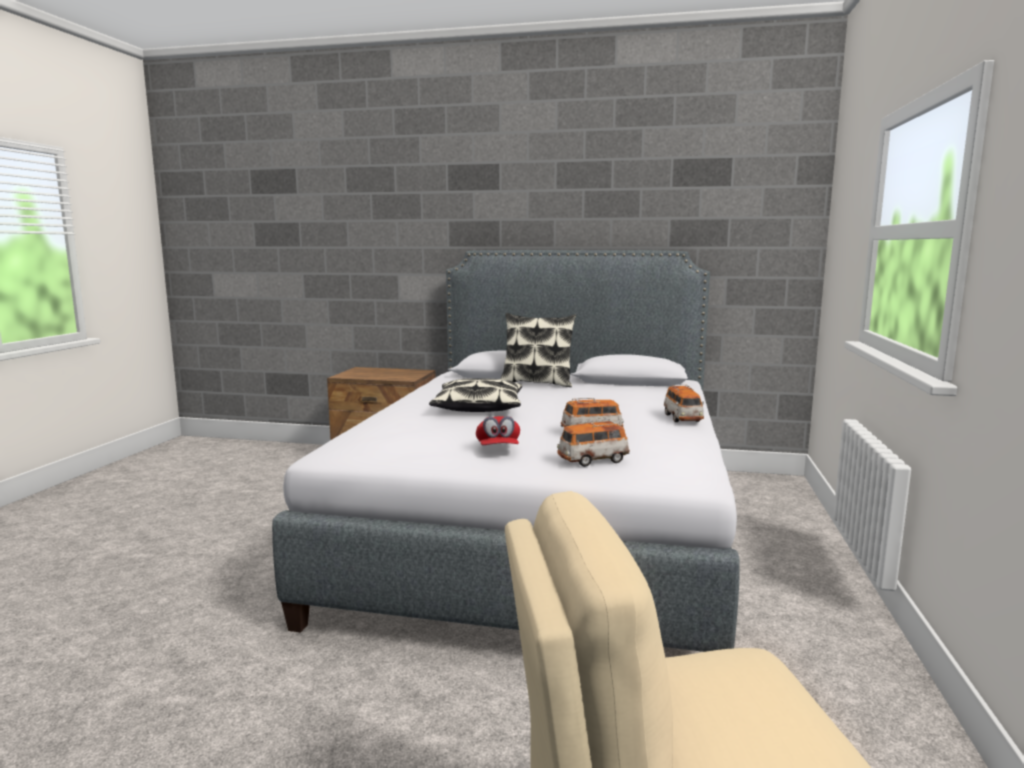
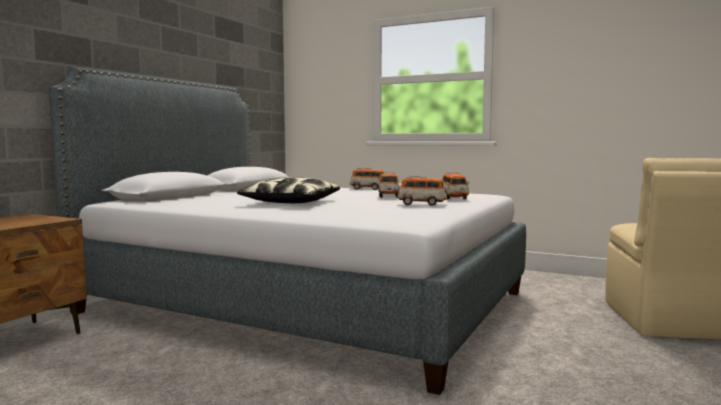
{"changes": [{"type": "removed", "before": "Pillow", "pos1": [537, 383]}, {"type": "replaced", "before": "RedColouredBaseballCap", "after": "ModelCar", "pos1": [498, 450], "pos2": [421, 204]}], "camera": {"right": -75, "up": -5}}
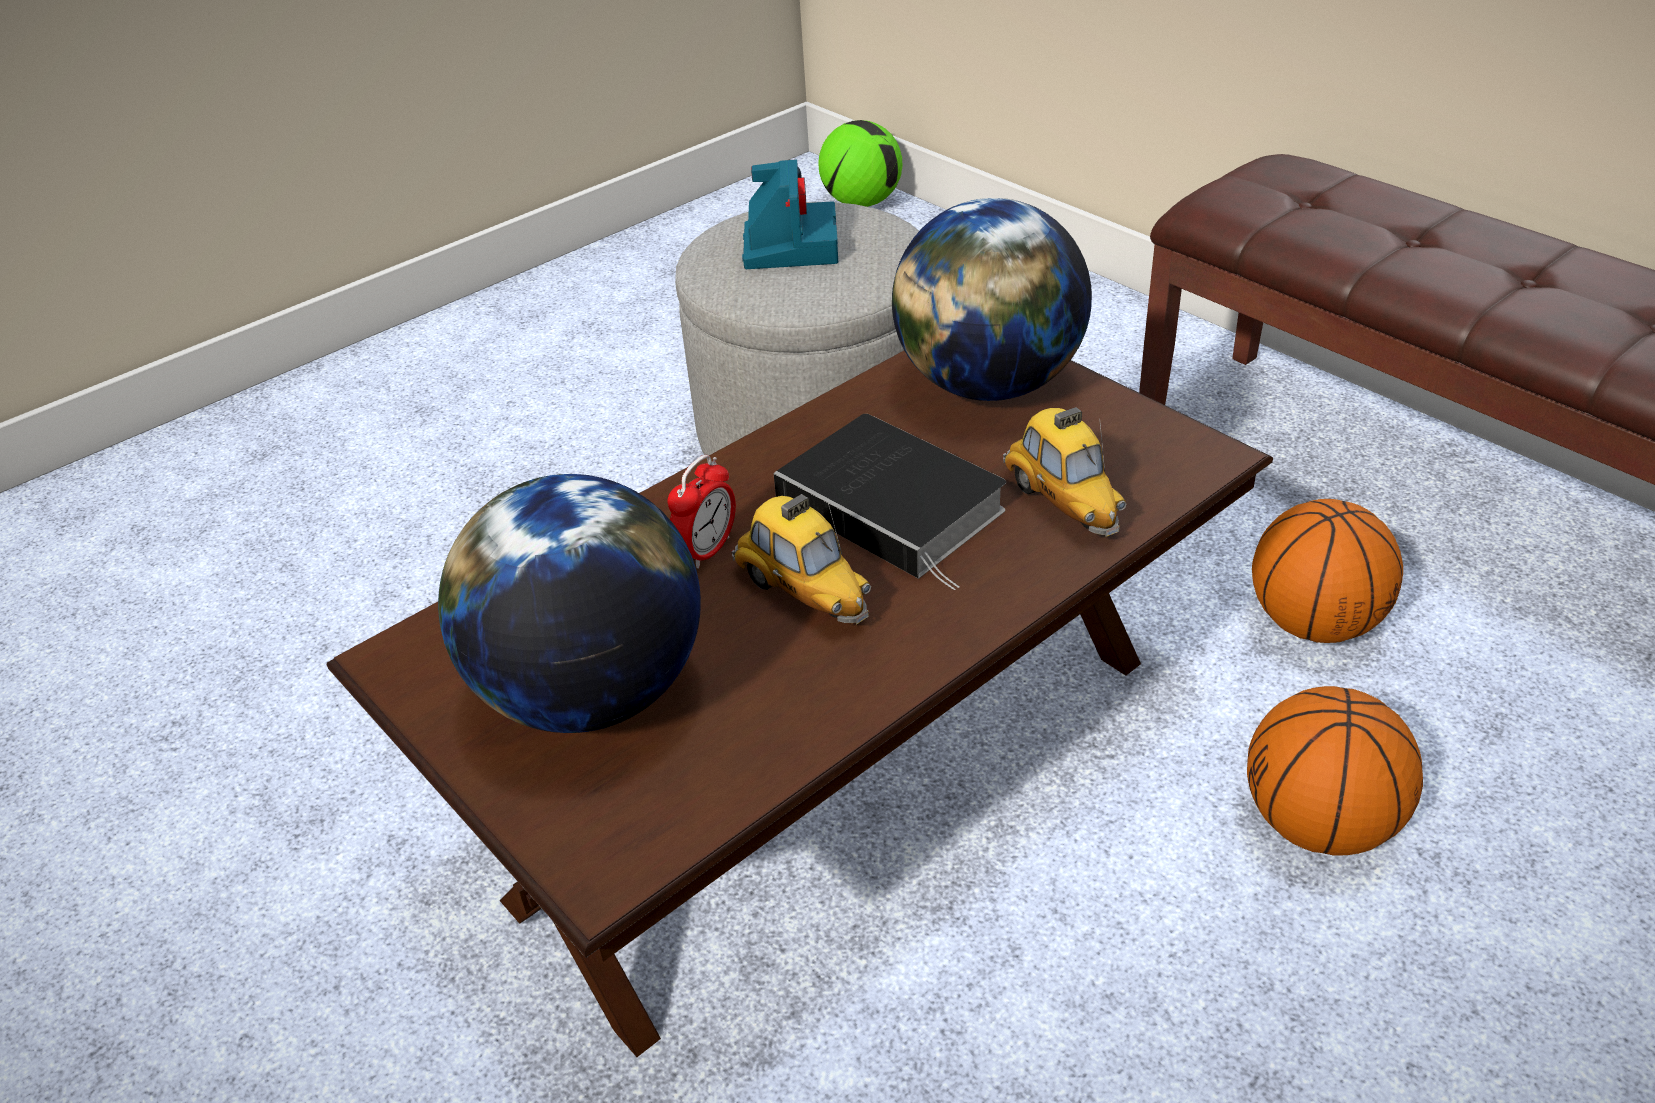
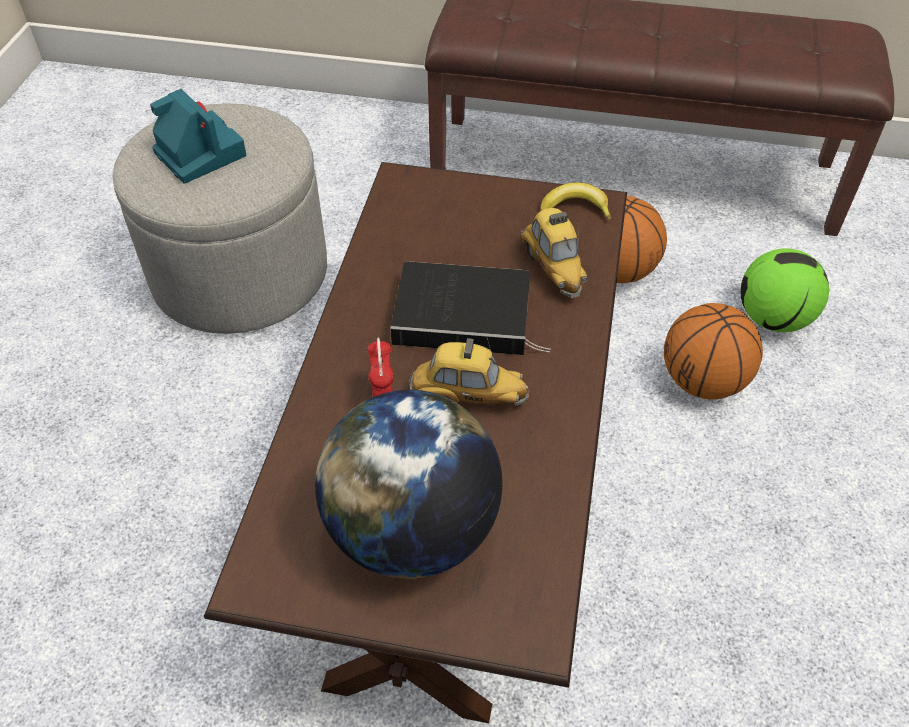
{"changes": [{"type": "moved", "before": "BallForFootball", "pos1": [862, 203], "pos2": [773, 319]}, {"type": "removed", "before": "DeskGlobe", "pos1": [988, 385]}, {"type": "turned", "before": "ModelCar", "pos1": [1063, 502], "pos2": [553, 268], "turn": 45}, {"type": "added", "after": "BananaFruit", "pos2": [575, 208]}], "camera": {"right": -40, "up": 10}}
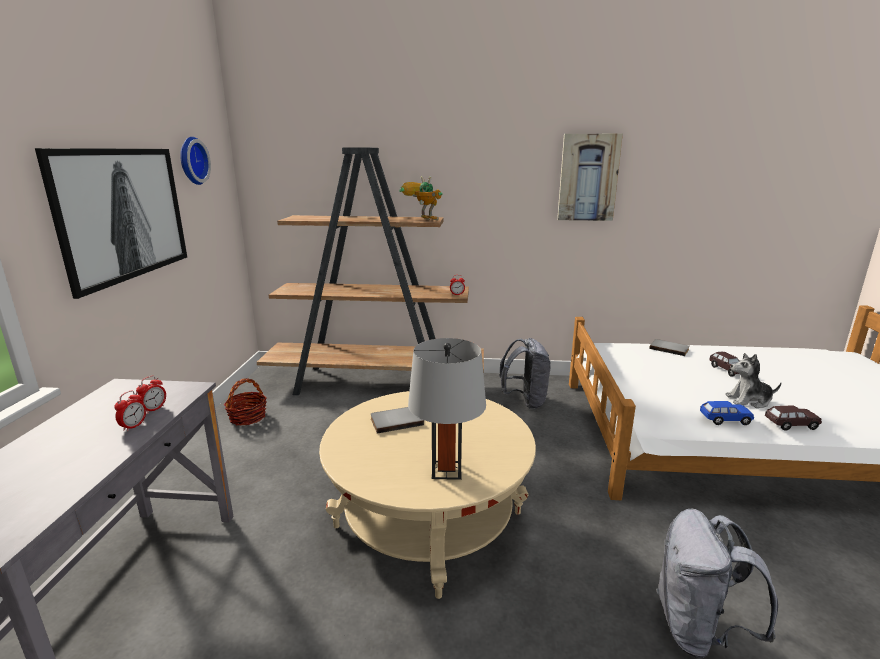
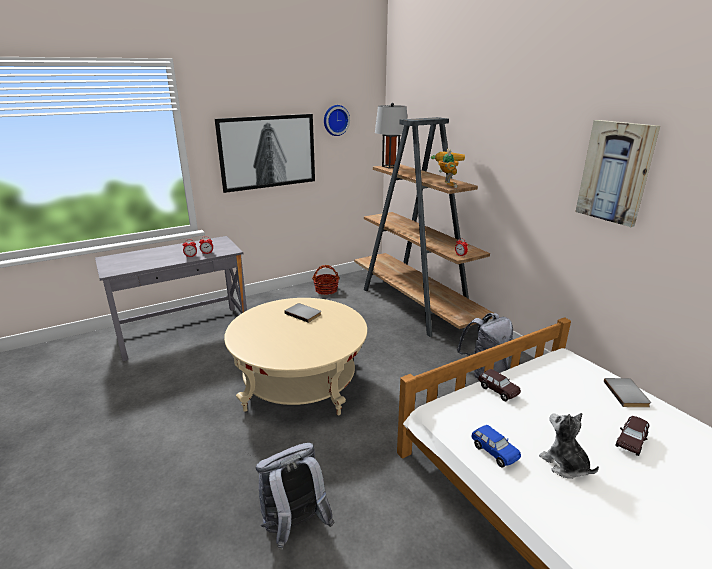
{"changes": [{"type": "moved", "before": "GreyishTabletopLamp", "pos1": [446, 470], "pos2": [390, 166]}, {"type": "moved", "before": "BrownishModelCar", "pos1": [790, 424], "pos2": [498, 390]}], "camera": {"right": 55, "up": 5}}
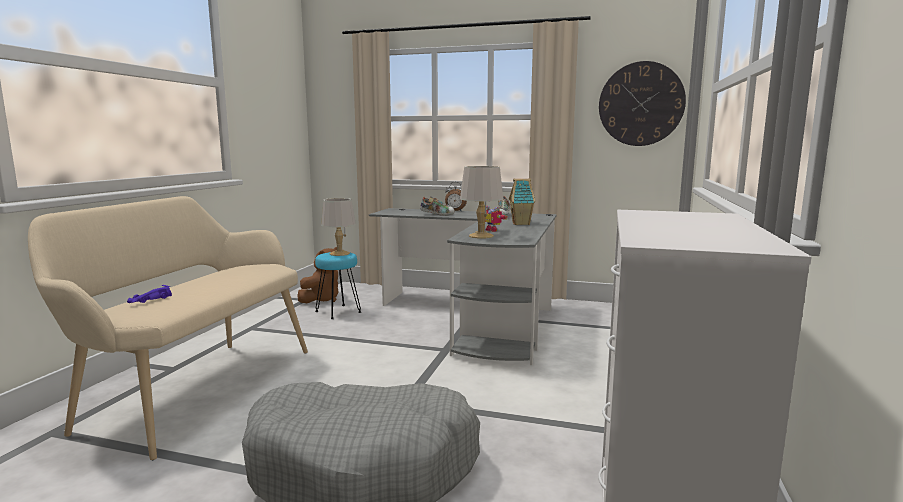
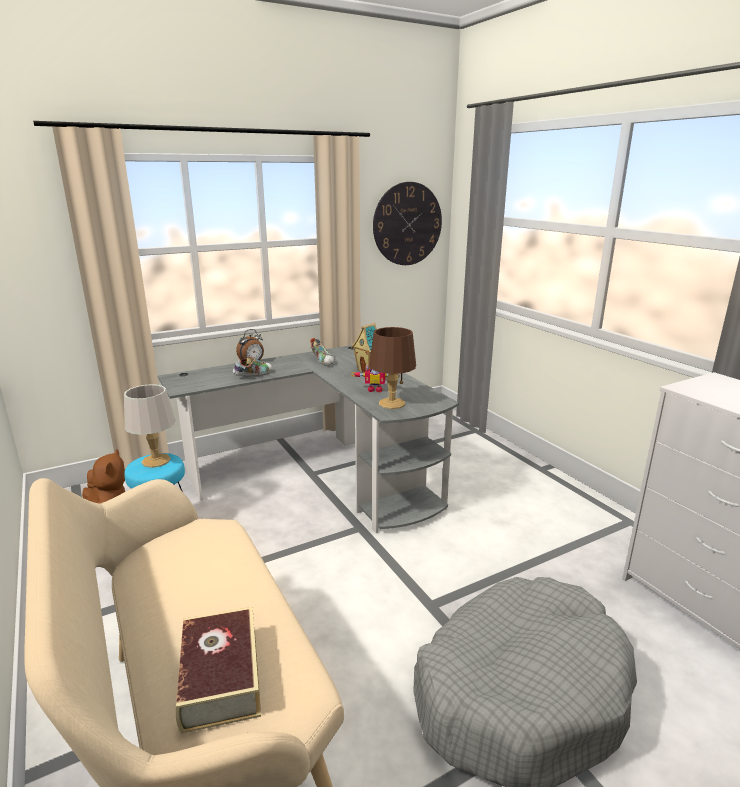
{"changes": [{"type": "recoloured", "before": "GreyishTabletopLamp", "after": "BrownishTabletopLamp", "pos1": [481, 236], "pos2": [391, 403]}, {"type": "replaced", "before": "PurpleColouredModelCar", "after": "Volume", "pos1": [149, 300], "pos2": [220, 677]}], "camera": {"right": -45, "up": 10}}
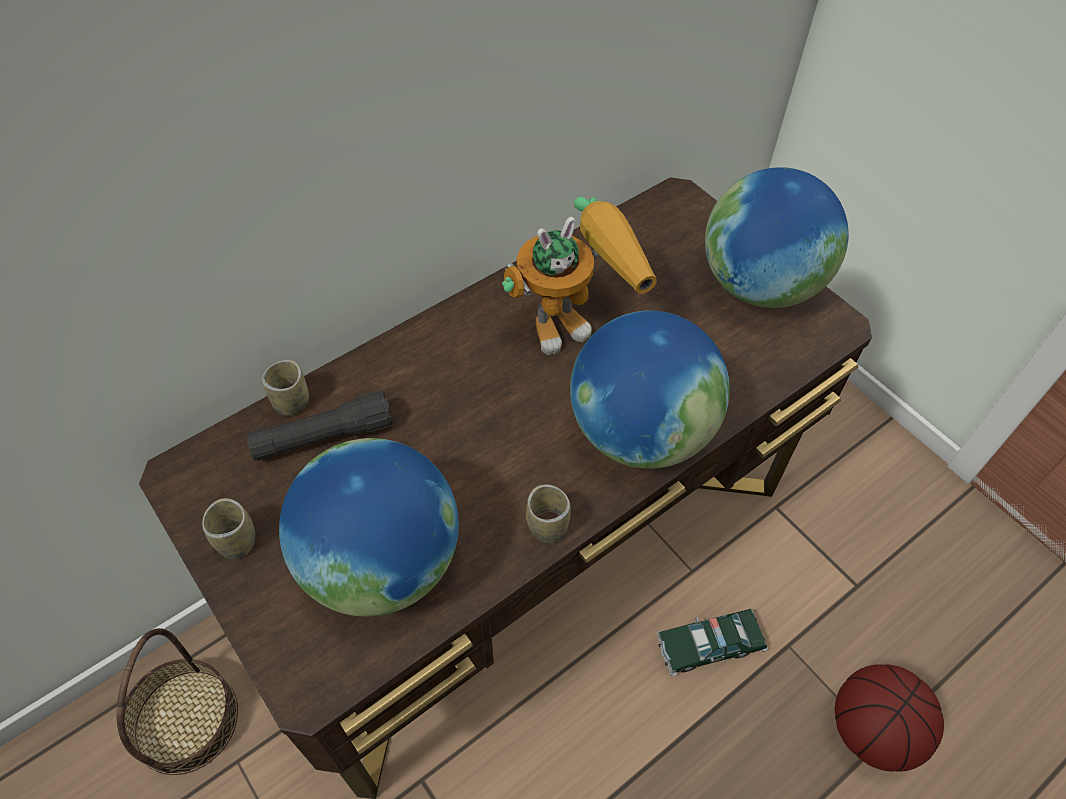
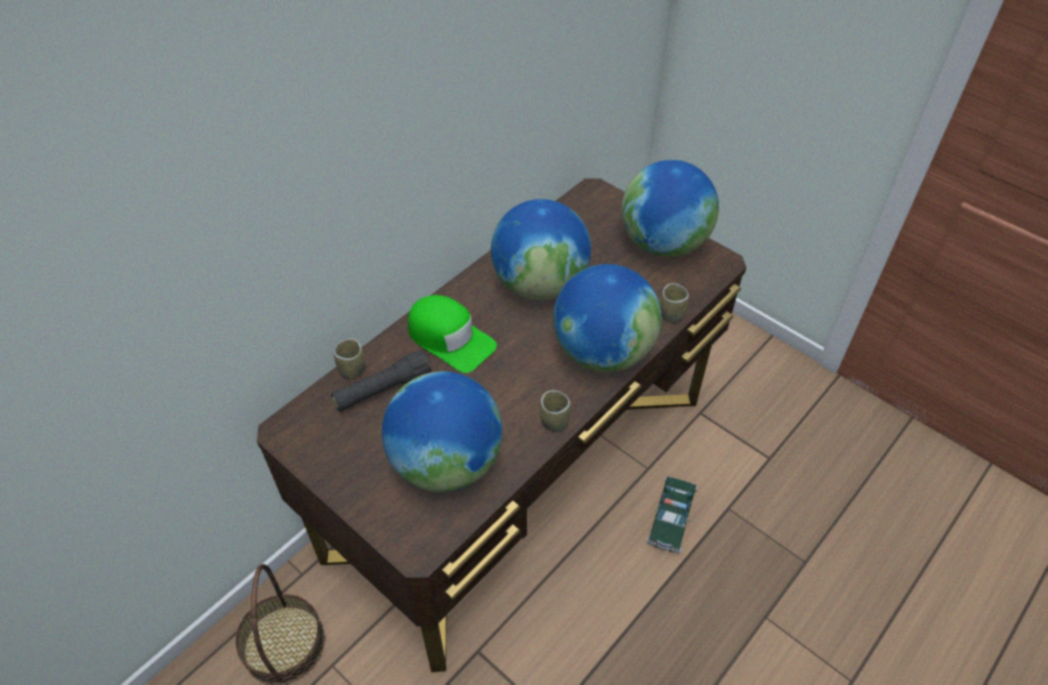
{"changes": [{"type": "replaced", "before": "RobotFigure", "after": "DeskGlobe", "pos1": [575, 318], "pos2": [540, 284]}, {"type": "moved", "before": "DrinkingCup", "pos1": [237, 542], "pos2": [671, 314]}, {"type": "turned", "before": "ModelCar", "pos1": [709, 645], "pos2": [671, 518], "turn": -45}, {"type": "removed", "before": "BallForBasketball", "pos1": [872, 730]}, {"type": "added", "after": "GreenBaseballCap", "pos2": [450, 338]}], "camera": {"right": -10, "up": -5}}
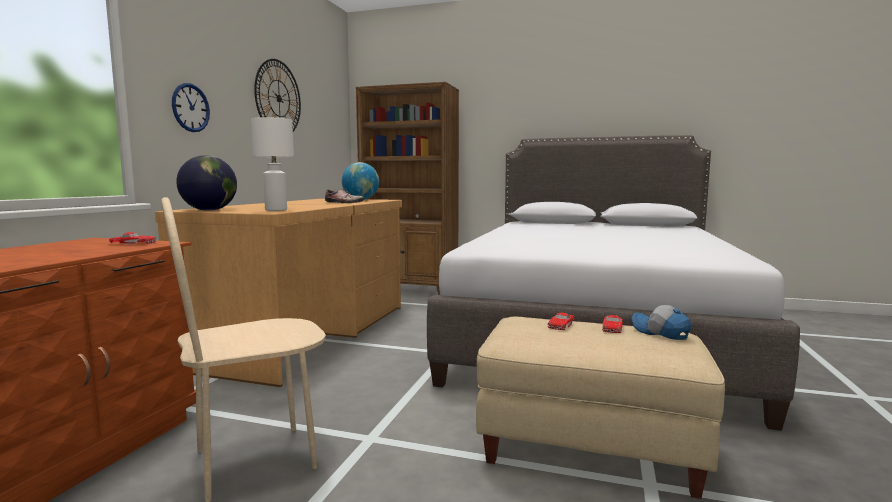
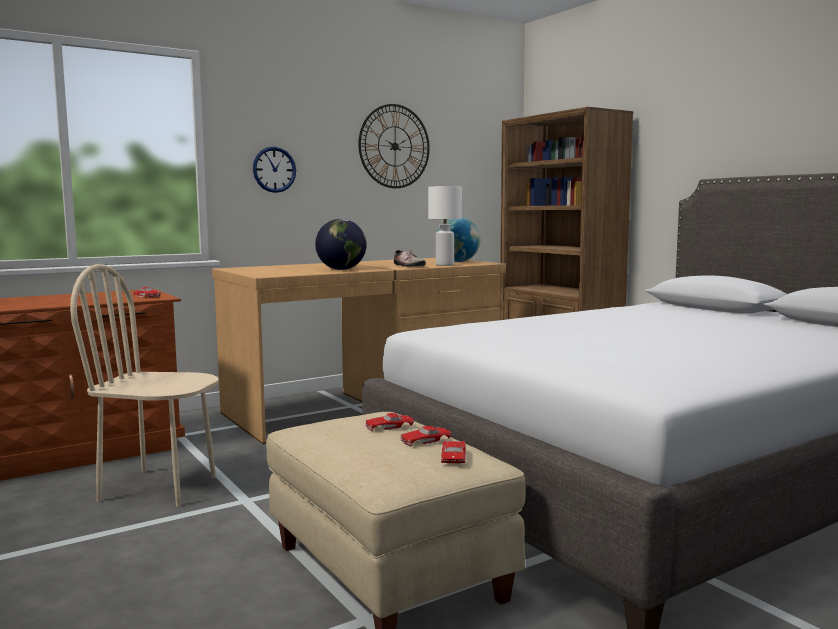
{"changes": [{"type": "moved", "before": "WhitishTabletopLamp", "pos1": [275, 210], "pos2": [444, 265]}, {"type": "moved", "before": "DeskGlobe", "pos1": [209, 210], "pos2": [341, 269]}, {"type": "replaced", "before": "BaseballCap", "after": "RedColouredModelCar", "pos1": [659, 332], "pos2": [453, 456]}], "camera": {"right": 40, "up": 0}}
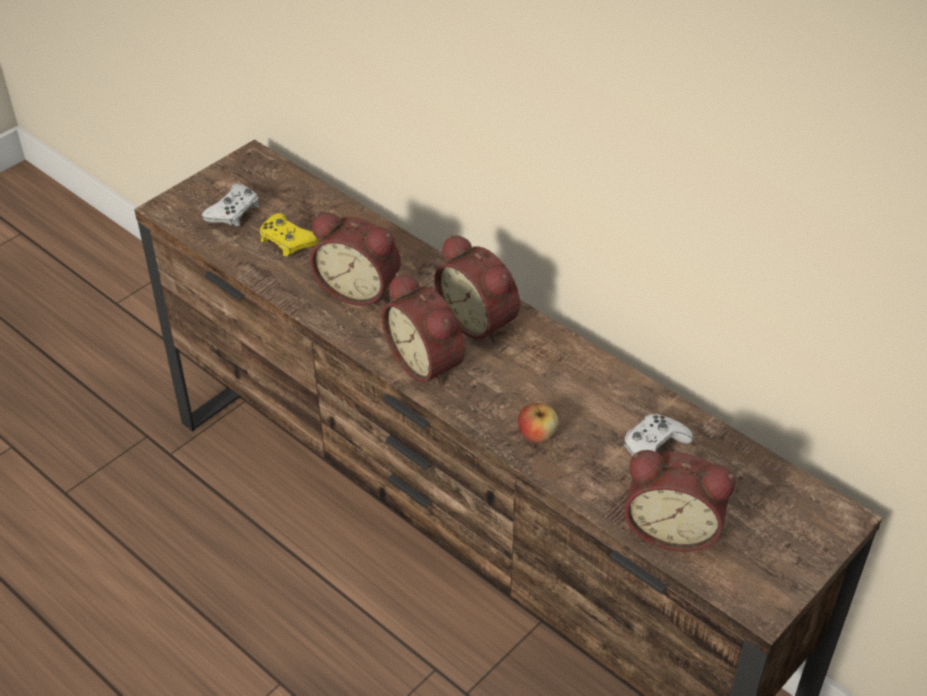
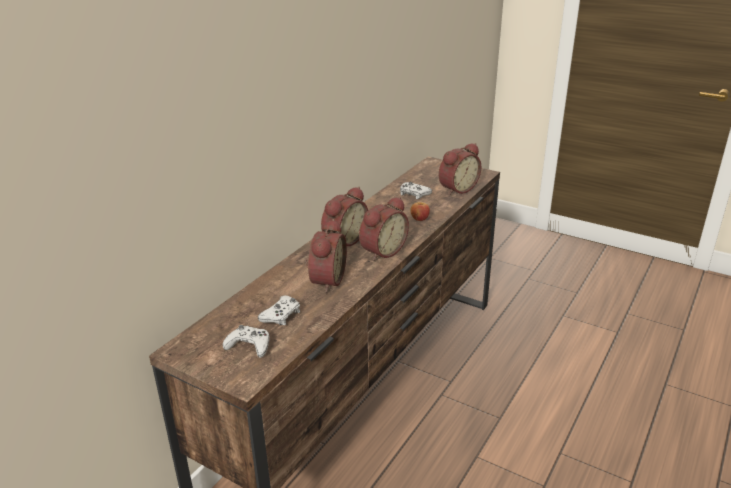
{"changes": [{"type": "recoloured", "before": "YellowJoypad", "after": "WhitishJoypad", "pos1": [287, 241], "pos2": [281, 315]}, {"type": "turned", "before": "TableClock", "pos1": [672, 527], "pos2": [456, 189], "turn": 45}], "camera": {"right": -100, "up": -15}}
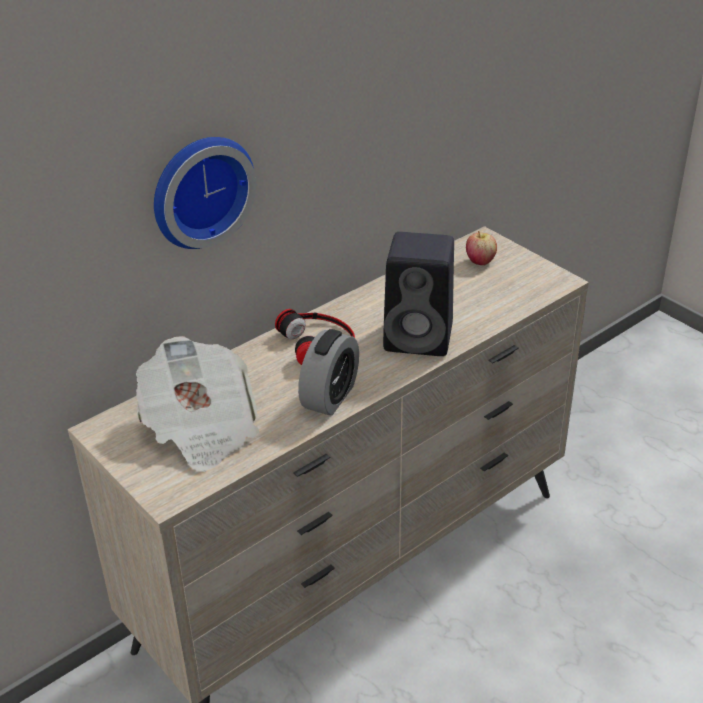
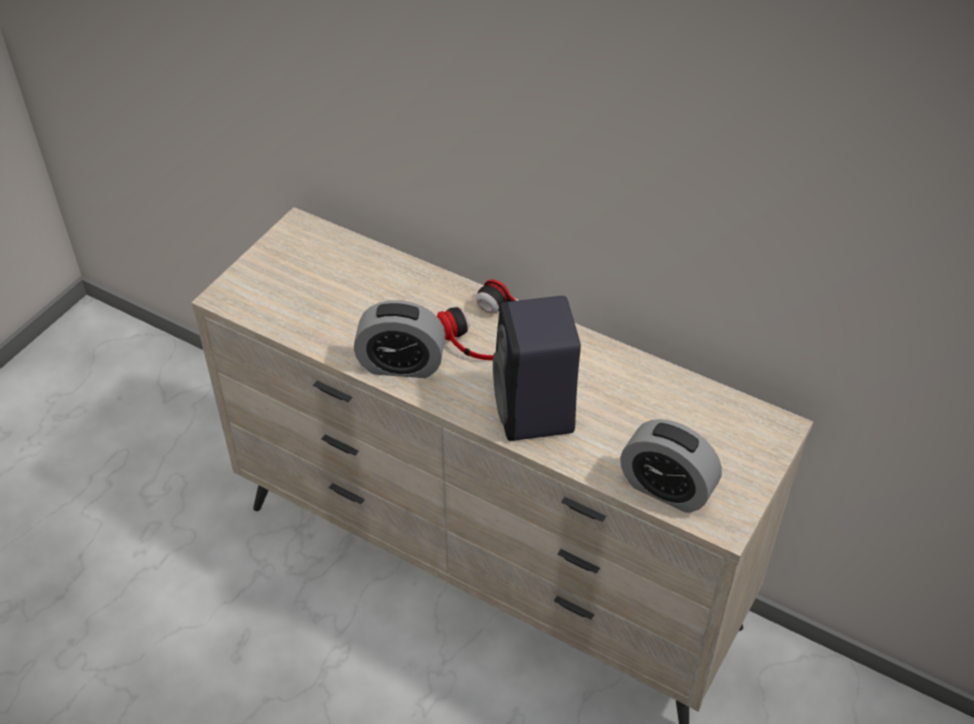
{"changes": [{"type": "removed", "before": "WallClock", "pos1": [199, 189]}, {"type": "removed", "before": "Apple", "pos1": [480, 261]}, {"type": "removed", "before": "Newspaper", "pos1": [201, 428]}, {"type": "added", "after": "TableClock", "pos2": [666, 488]}], "camera": {"right": 70, "up": 10}}
